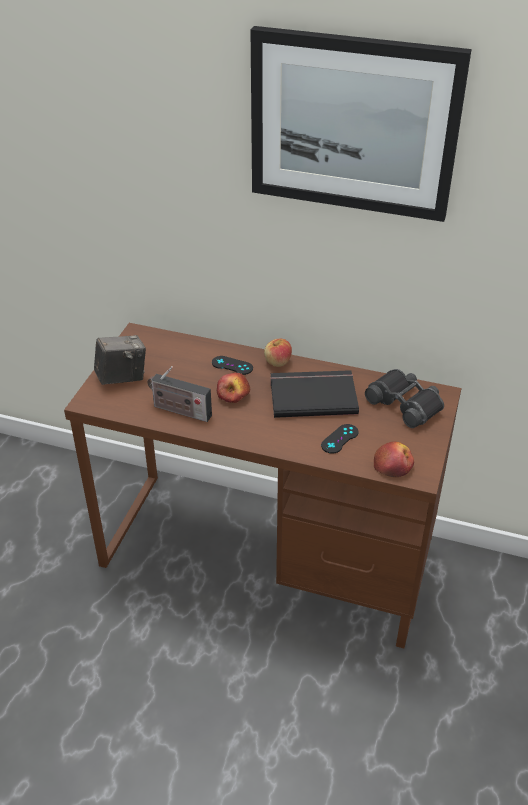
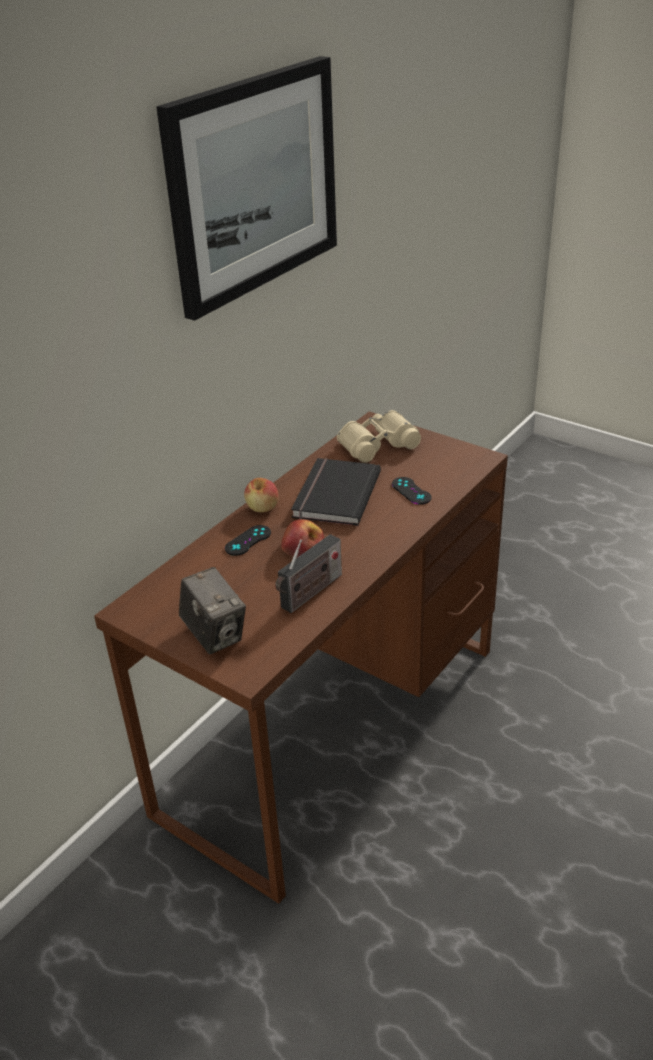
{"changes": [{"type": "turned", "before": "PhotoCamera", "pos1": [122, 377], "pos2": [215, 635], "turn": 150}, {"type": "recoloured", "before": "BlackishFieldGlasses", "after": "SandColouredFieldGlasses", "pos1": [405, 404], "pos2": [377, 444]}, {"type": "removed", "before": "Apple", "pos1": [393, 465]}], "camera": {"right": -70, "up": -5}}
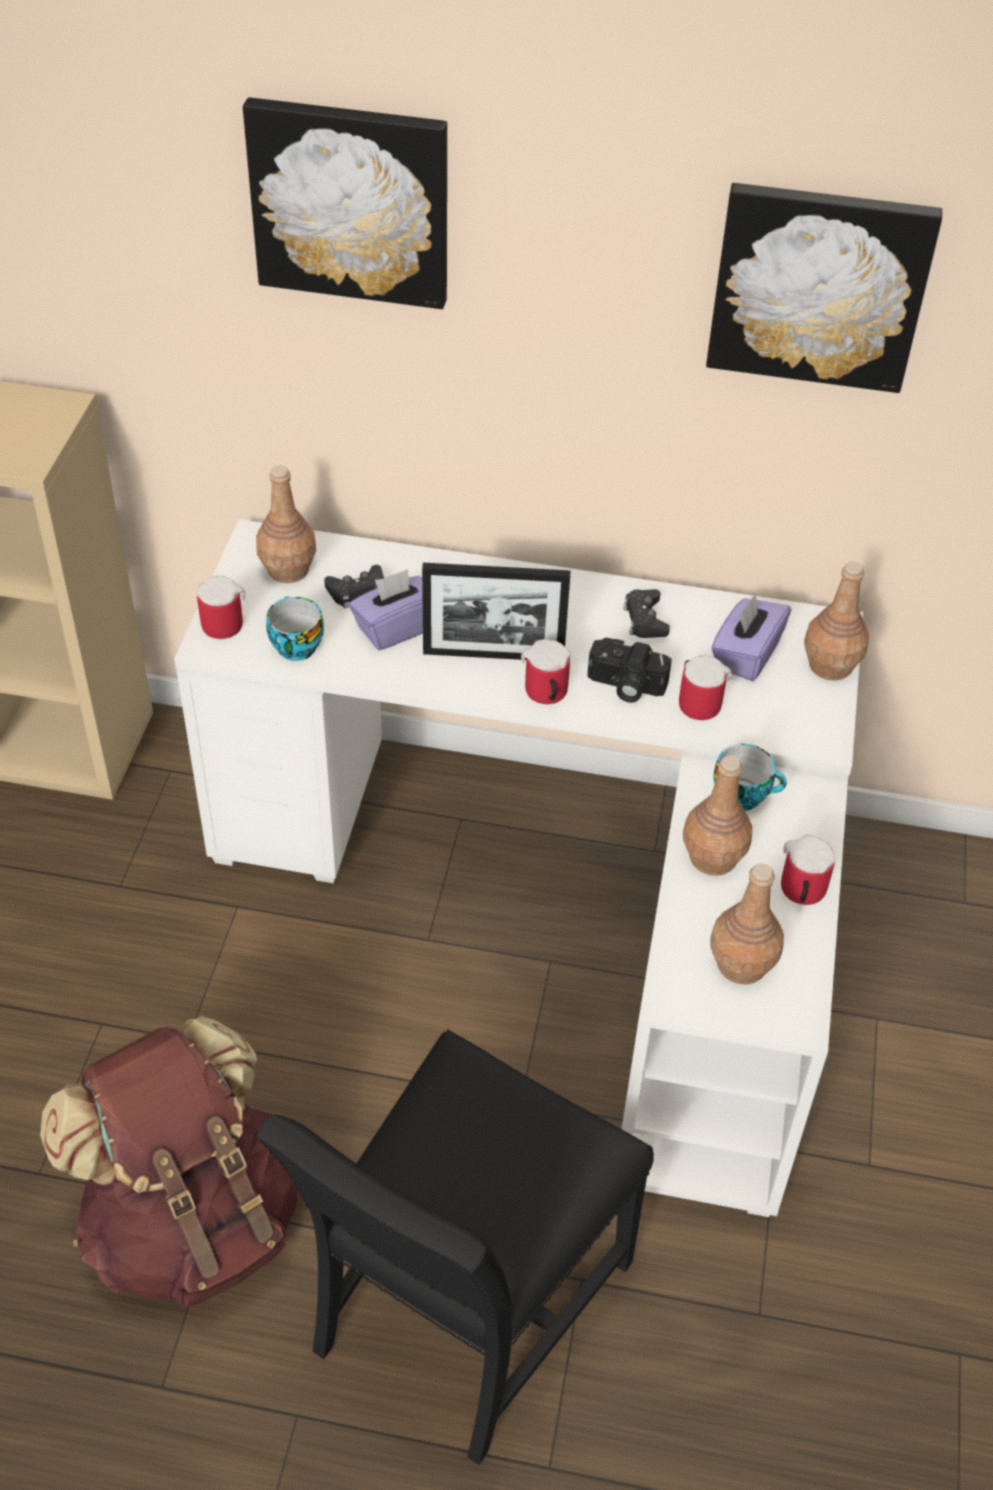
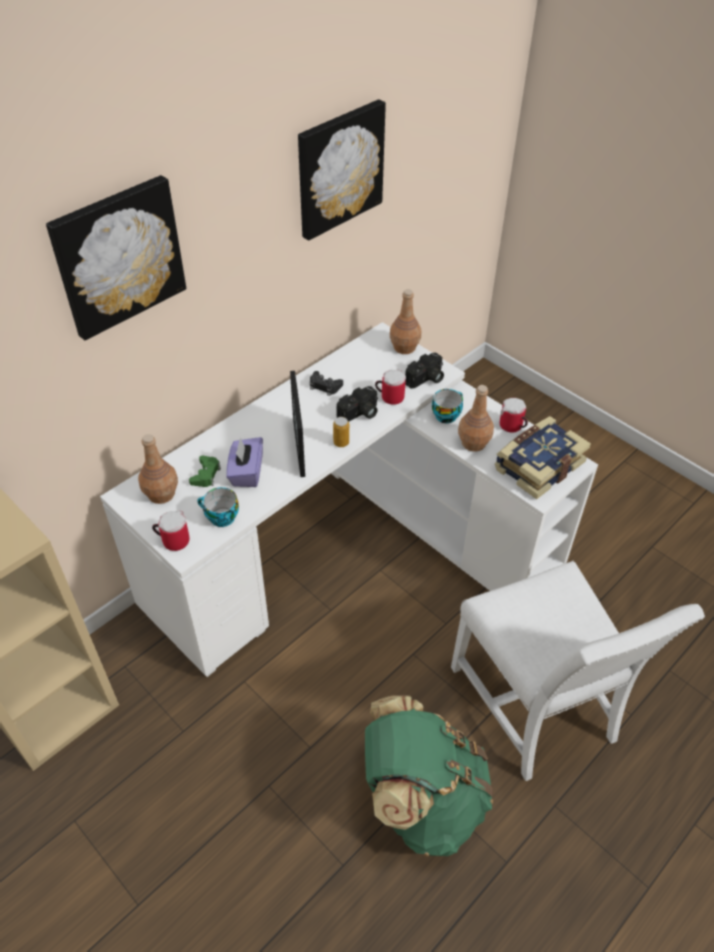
{"changes": [{"type": "turned", "before": "PictureFrame", "pos1": [493, 655], "pos2": [299, 447], "turn": 135}, {"type": "recoloured", "before": "BlackishJoypad", "after": "GreenJoypad", "pos1": [357, 591], "pos2": [206, 475]}, {"type": "removed", "before": "PurpleColouredTissueBox", "pos1": [746, 655]}, {"type": "replaced", "before": "CoffeeMug", "after": "SealedCan", "pos1": [545, 695], "pos2": [341, 443]}, {"type": "replaced", "before": "BrownishBottle", "after": "Volume", "pos1": [742, 965], "pos2": [537, 465]}, {"type": "recoloured", "before": "BrownishKnapsack", "after": "GreenKnapsack", "pos1": [194, 1220], "pos2": [421, 799]}, {"type": "recoloured", "before": "BlackishChair", "after": "WhitishChair", "pos1": [462, 1309], "pos2": [538, 705]}, {"type": "added", "after": "PhotoCamera", "pos2": [426, 380]}], "camera": {"right": -55, "up": 0}}
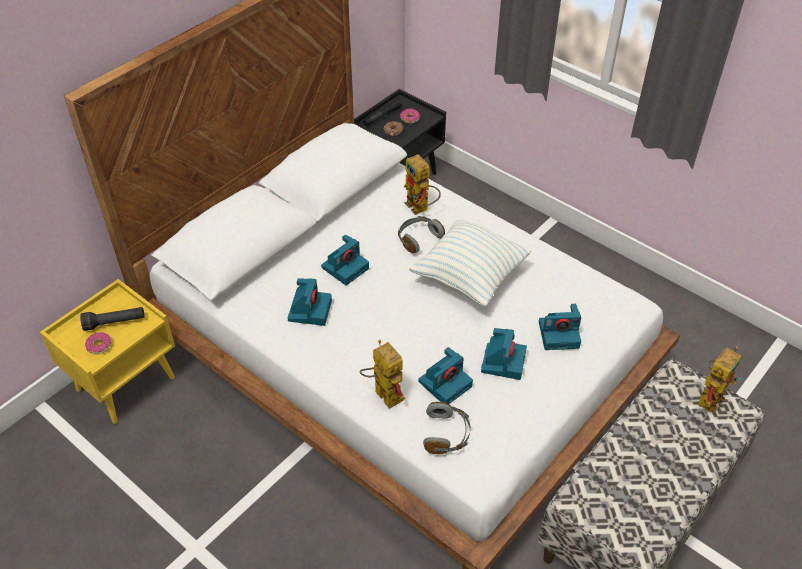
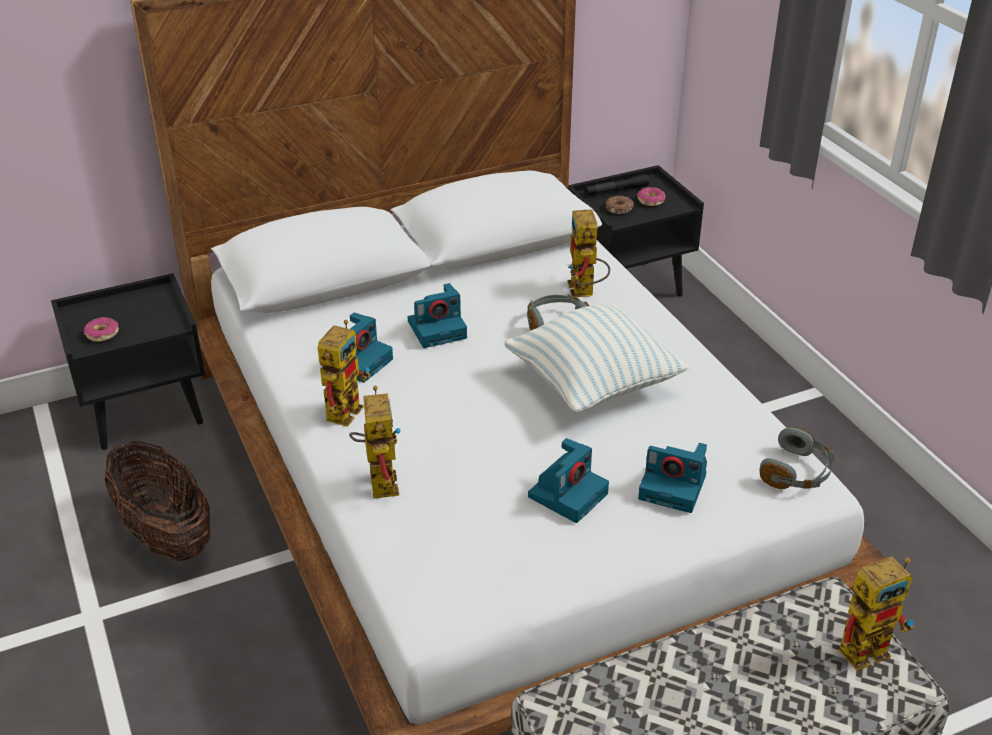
{"changes": [{"type": "recoloured", "before": "YellowNightstand", "after": "BlackishNightstand", "pos1": [126, 382], "pos2": [146, 411]}, {"type": "removed", "before": "BlackishHandTorch", "pos1": [115, 323]}, {"type": "removed", "before": "PhotoCamera", "pos1": [445, 383]}, {"type": "moved", "before": "GreyishHeadphones", "pos1": [447, 434], "pos2": [797, 473]}, {"type": "added", "after": "RobotFigure", "pos2": [345, 407]}, {"type": "added", "after": "Basket", "pos2": [165, 535]}], "camera": {"right": 25, "up": -10}}
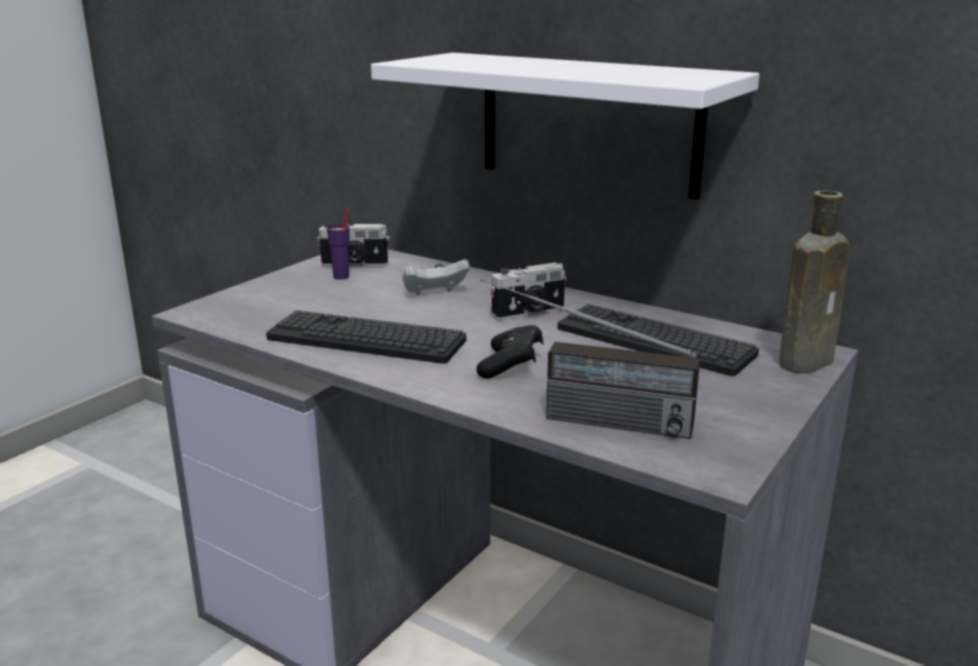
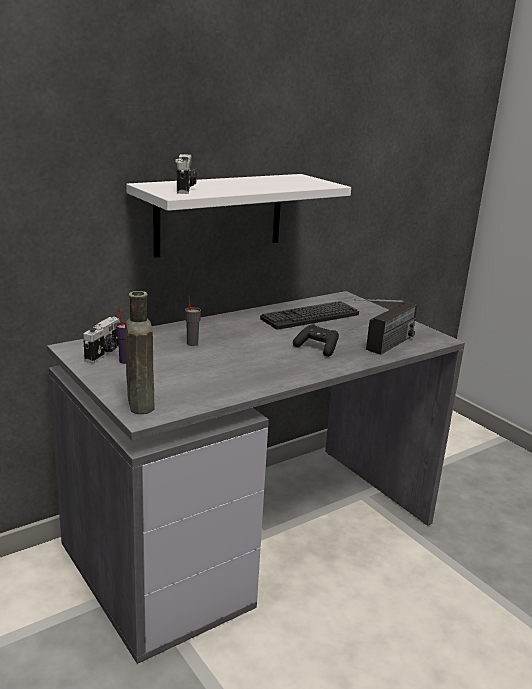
{"changes": [{"type": "moved", "before": "BrownishBottle", "pos1": [807, 361], "pos2": [140, 403]}, {"type": "replaced", "before": "WhitishJoypad", "after": "GreyishDrinkingCup", "pos1": [434, 294], "pos2": [192, 343]}, {"type": "moved", "before": "PhotoCamera", "pos1": [529, 313], "pos2": [185, 189]}, {"type": "removed", "before": "Keyboard", "pos1": [366, 339]}], "camera": {"right": -70, "up": 0}}
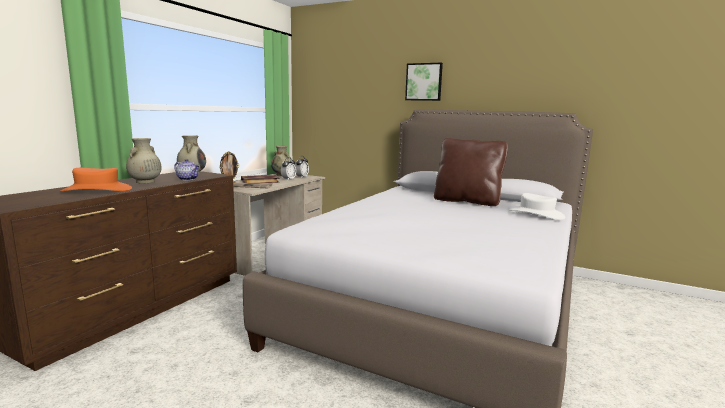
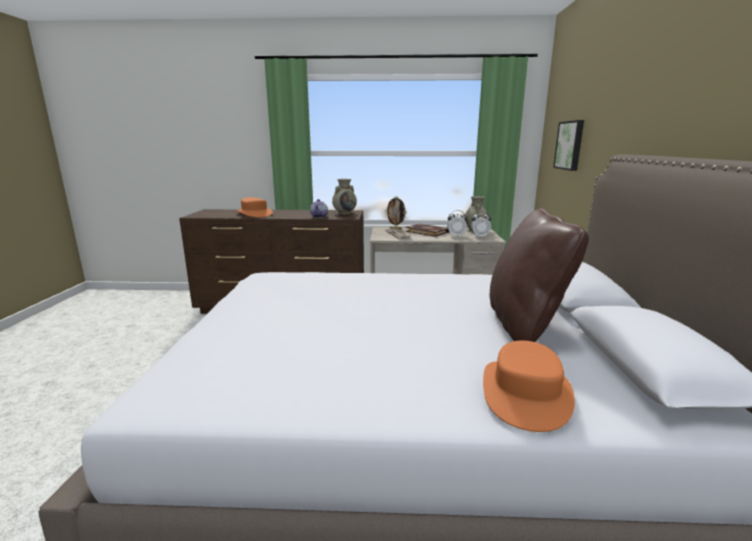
{"changes": [{"type": "moved", "before": "WallPicture", "pos1": [424, 82], "pos2": [570, 145]}, {"type": "removed", "before": "SandColouredVase", "pos1": [145, 182]}, {"type": "recoloured", "before": "WhitishWearableHat", "after": "OrangeWearableHat", "pos1": [536, 214], "pos2": [525, 393]}], "camera": {"right": 65, "up": 5}}
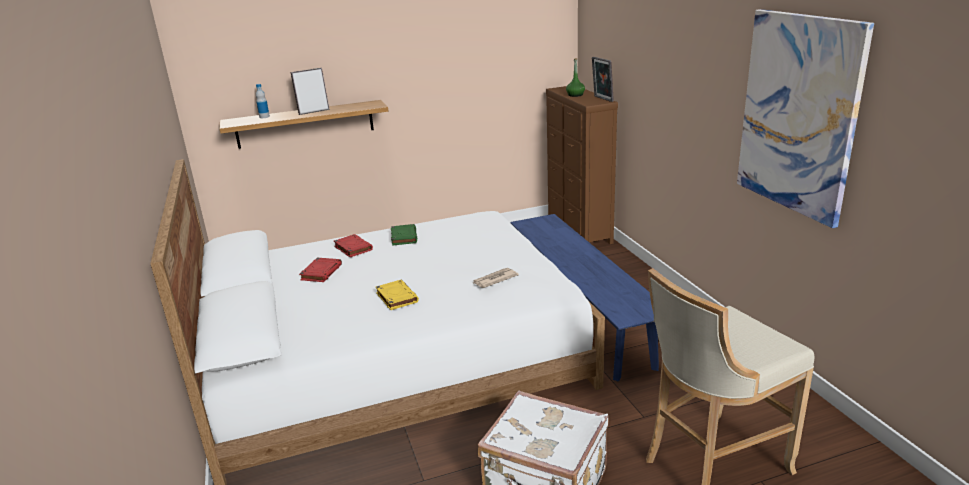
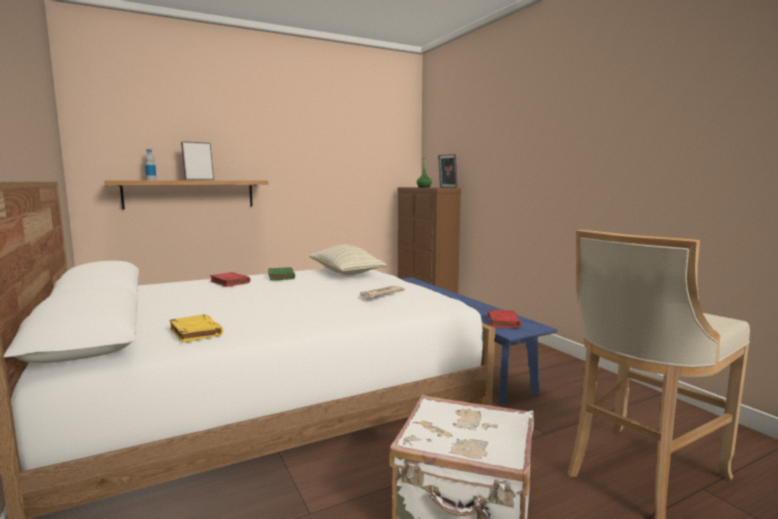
{"changes": [{"type": "removed", "before": "WallPicture", "pos1": [798, 114]}, {"type": "moved", "before": "RedColouredVolume", "pos1": [321, 272], "pos2": [503, 322]}, {"type": "moved", "before": "YellowVolume", "pos1": [396, 297], "pos2": [195, 332]}, {"type": "added", "after": "Pillow", "pos2": [346, 273]}], "camera": {"right": -10, "up": -15}}
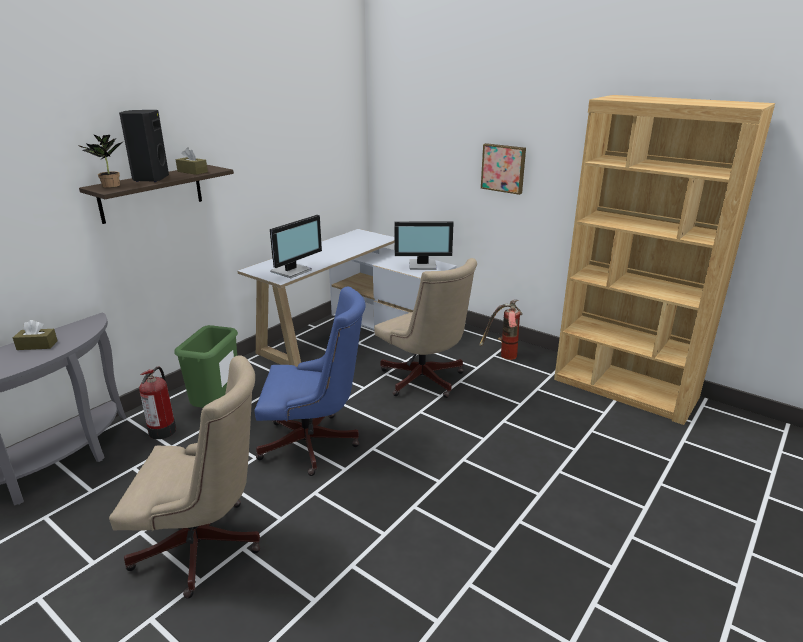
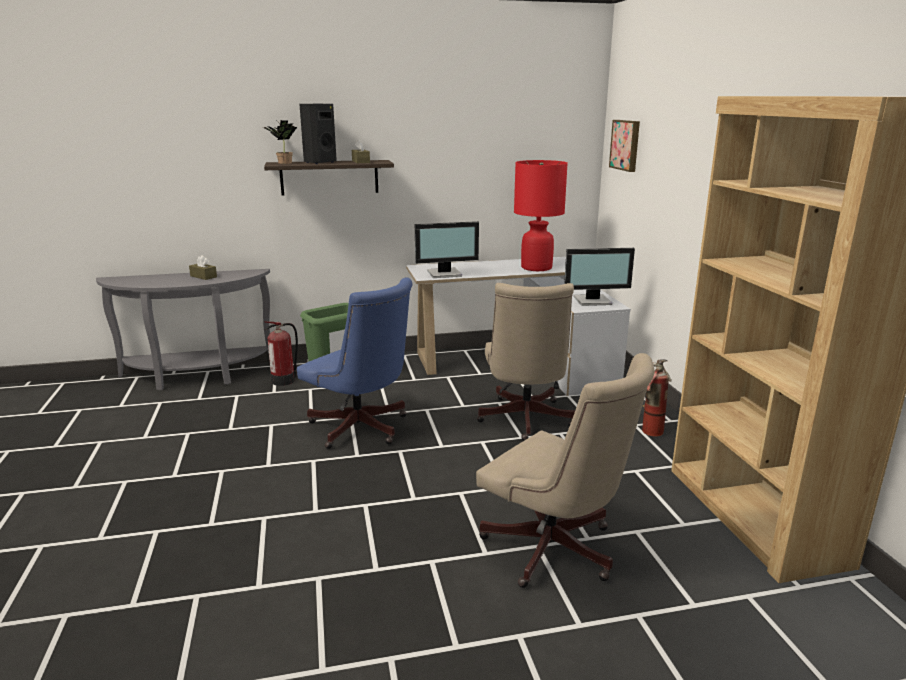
{"changes": [{"type": "moved", "before": "WallPicture", "pos1": [503, 168], "pos2": [626, 145]}, {"type": "turned", "before": "ComputerDisplay", "pos1": [423, 265], "pos2": [593, 301], "turn": -45}, {"type": "moved", "before": "SandColouredDeskChair", "pos1": [206, 547], "pos2": [556, 552]}, {"type": "added", "after": "RedColouredTabletopLamp", "pos2": [536, 267]}], "camera": {"right": 40, "up": -5}}
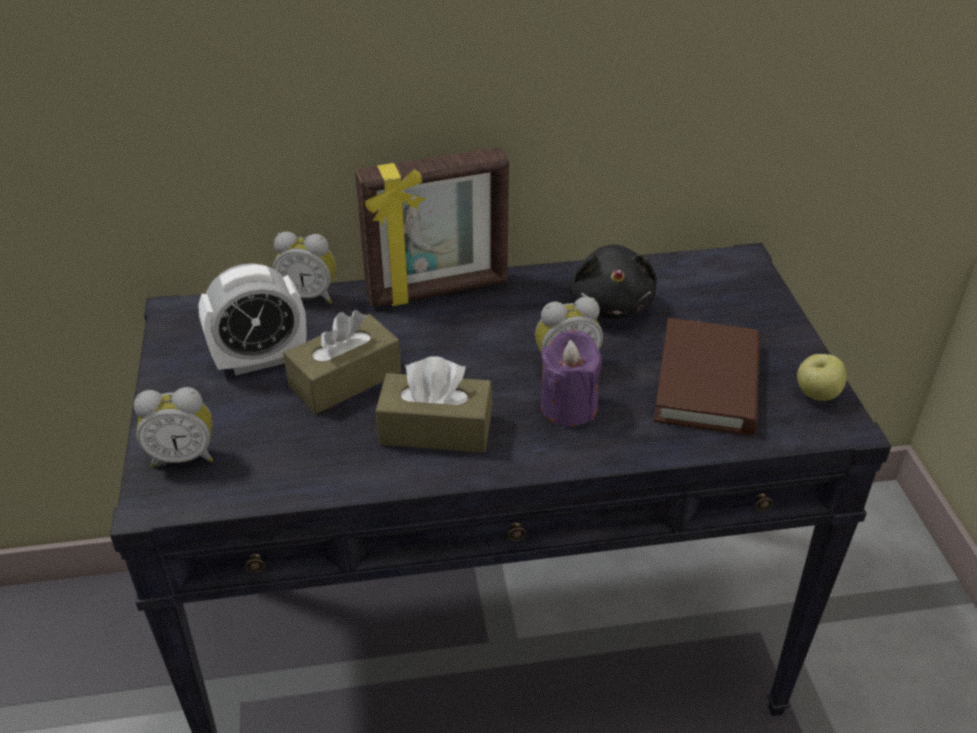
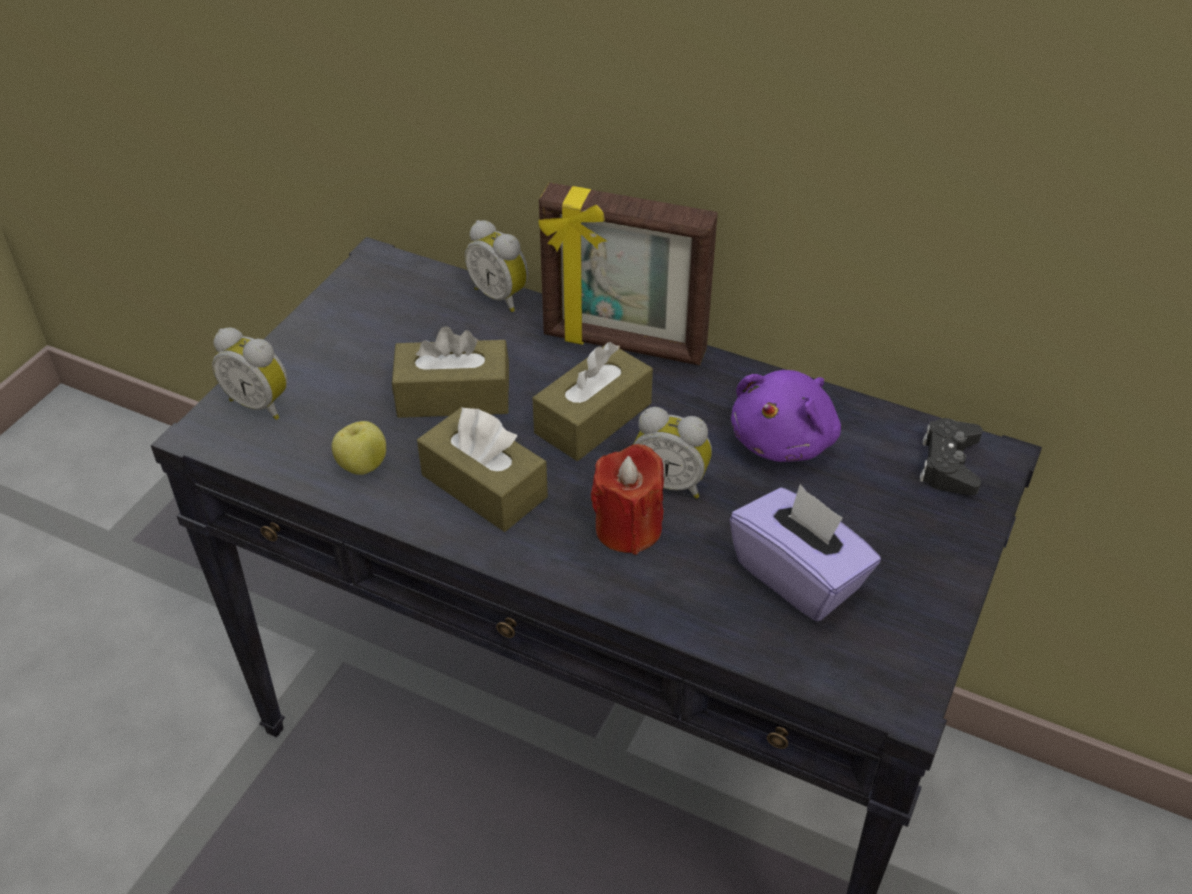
{"changes": [{"type": "recoloured", "before": "BlackishSoftToy", "after": "PurpleColouredSoftToy", "pos1": [611, 304], "pos2": [785, 439]}, {"type": "removed", "before": "TableClock", "pos1": [260, 359]}, {"type": "replaced", "before": "BrownishVolume", "after": "PurpleColouredTissueBox", "pos1": [707, 382], "pos2": [799, 576]}, {"type": "recoloured", "before": "PurpleColouredWaxLight", "after": "RedColouredWaxLight", "pos1": [568, 407], "pos2": [628, 528]}, {"type": "moved", "before": "Apple", "pos1": [816, 395], "pos2": [362, 466]}, {"type": "added", "after": "BrownishTissueBox", "pos2": [593, 418]}, {"type": "added", "after": "BlackishJoypad", "pos2": [949, 464]}], "camera": {"right": 35, "up": 5}}
